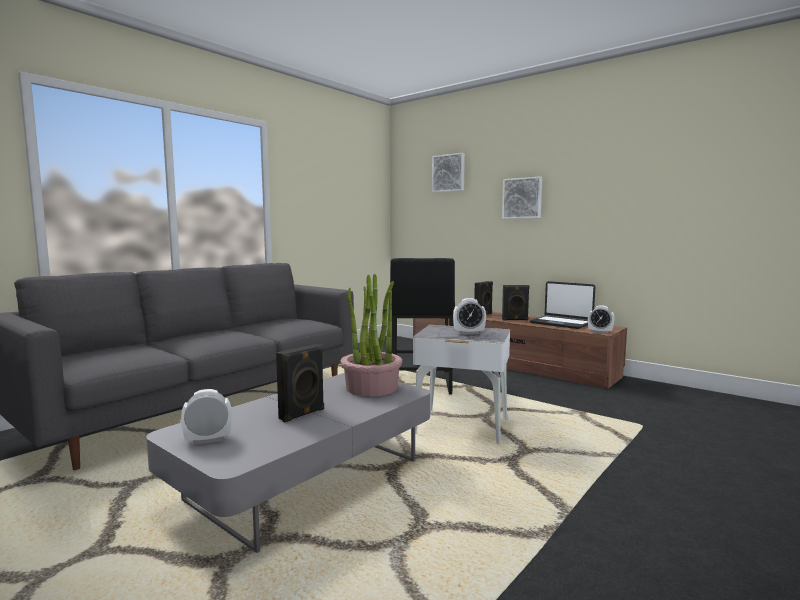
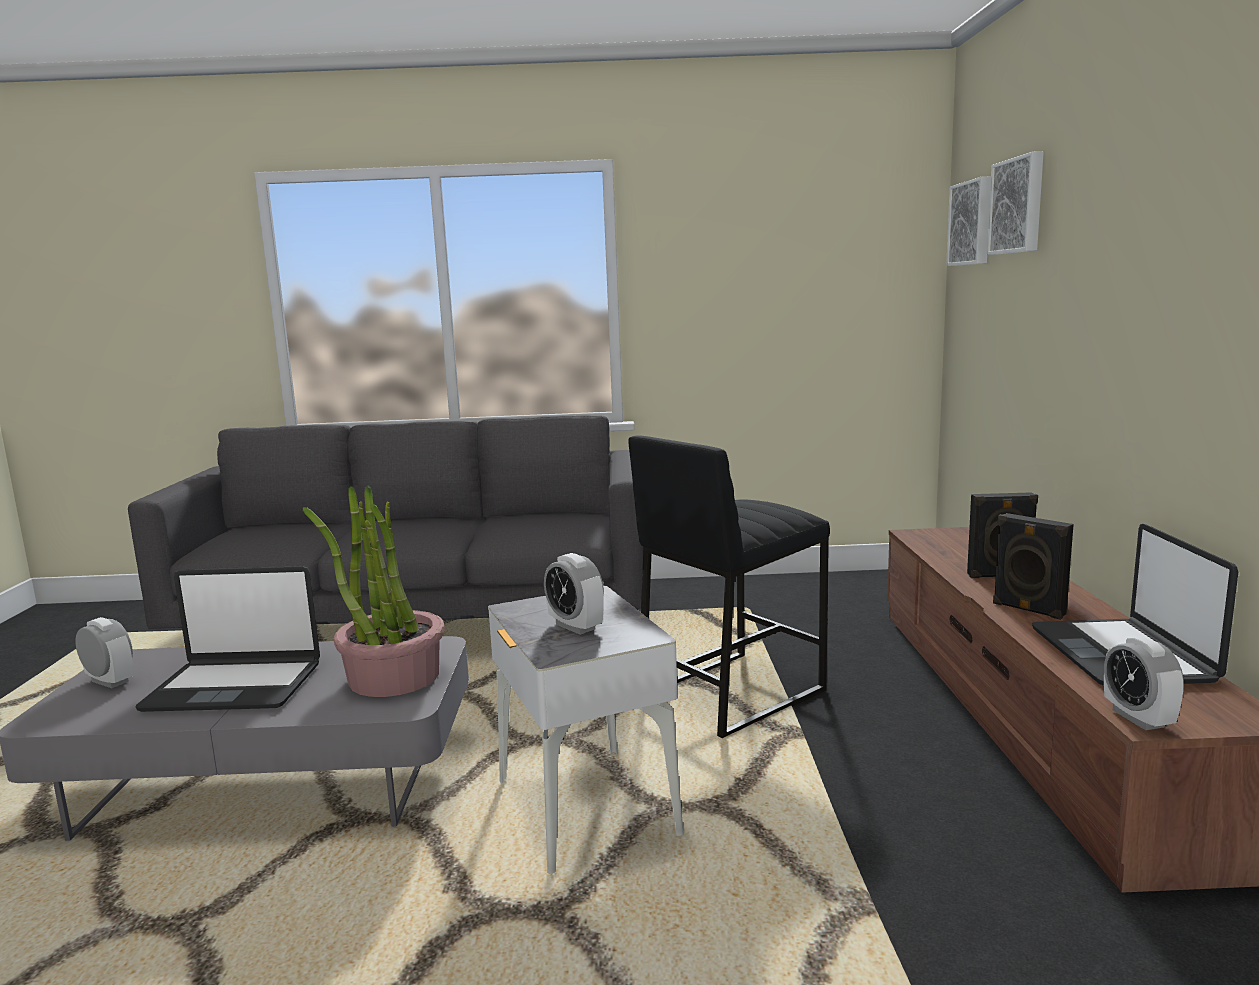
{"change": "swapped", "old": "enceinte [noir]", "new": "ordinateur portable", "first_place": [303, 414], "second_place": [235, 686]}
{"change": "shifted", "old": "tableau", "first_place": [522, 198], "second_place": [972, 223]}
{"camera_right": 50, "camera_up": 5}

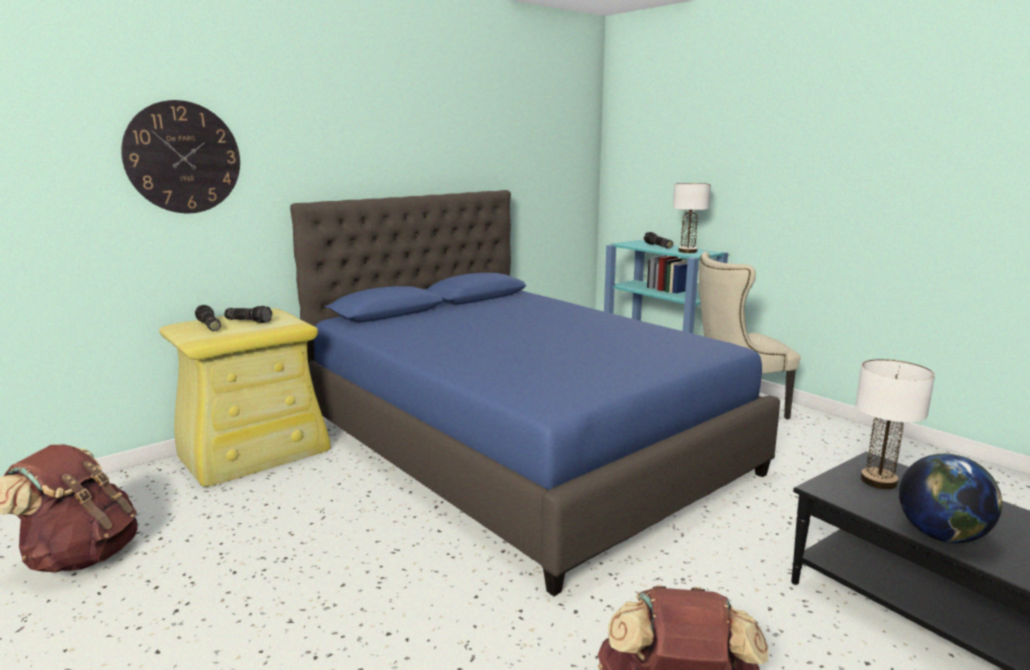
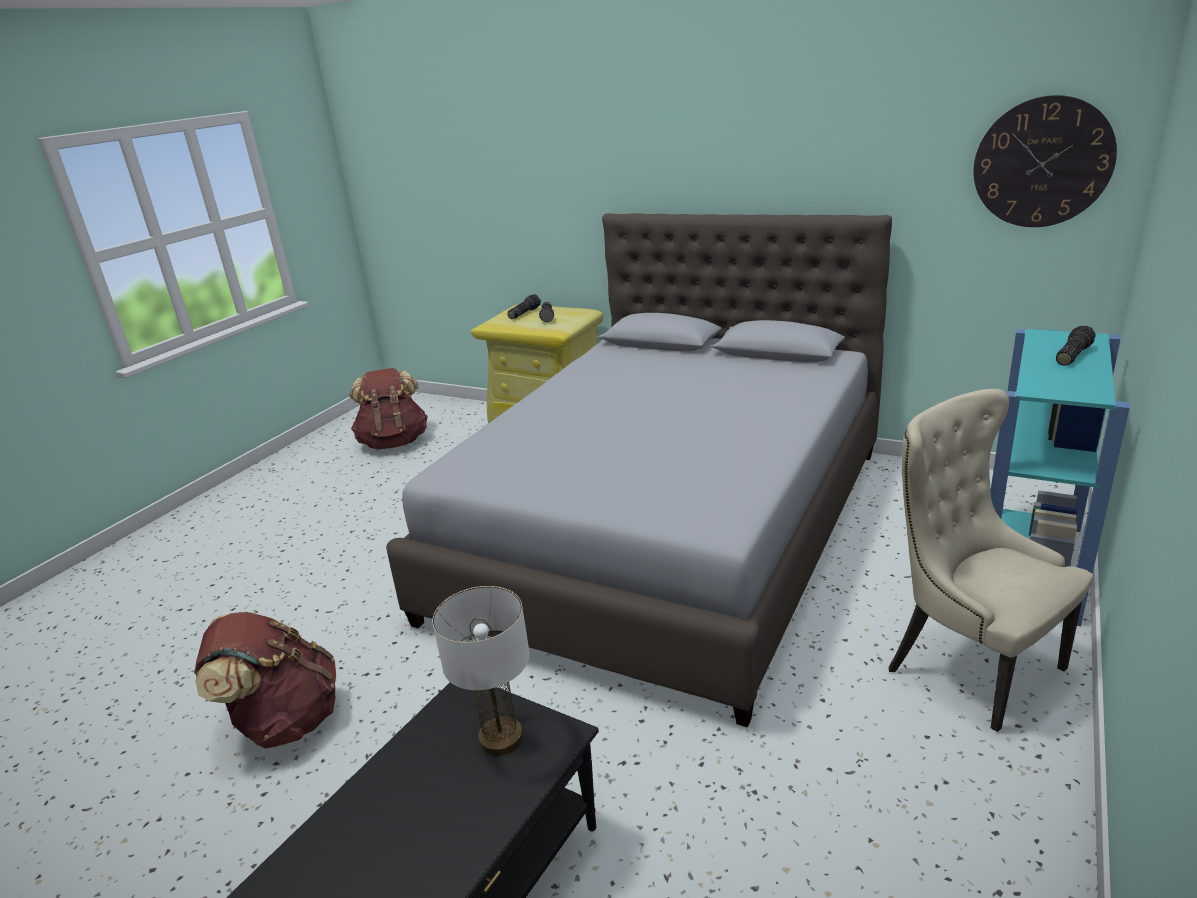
{"change": "repainted", "old": "lit [bleu]", "new": "lit [gris]", "first_place": [519, 445], "second_place": [670, 530]}
{"change": "shifted", "old": "horloge murale", "first_place": [183, 157], "second_place": [1042, 163]}
{"change": "gone", "old": "lampe de table", "first_place": [687, 251]}
{"change": "gone", "old": "globe", "first_place": [941, 535]}
{"camera_right": 70, "camera_up": 10}

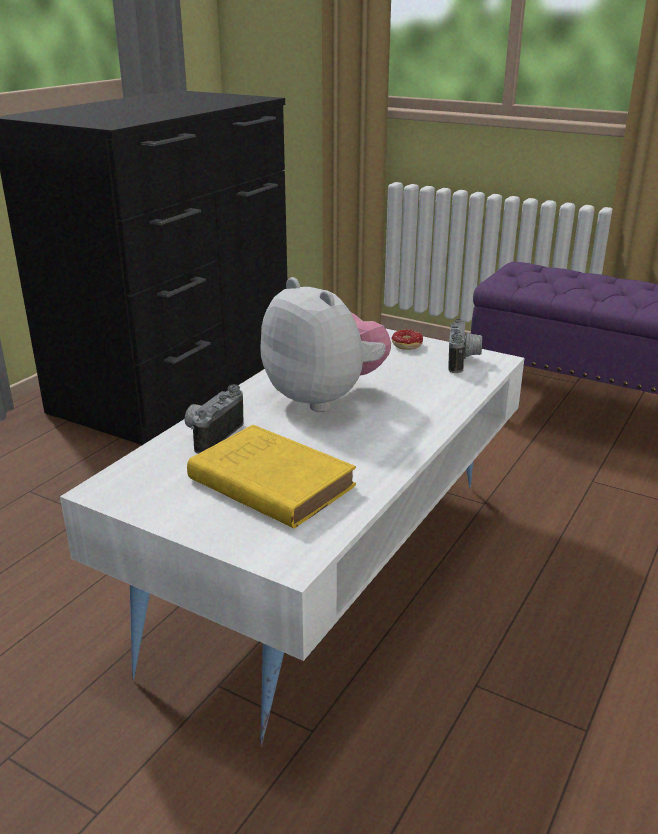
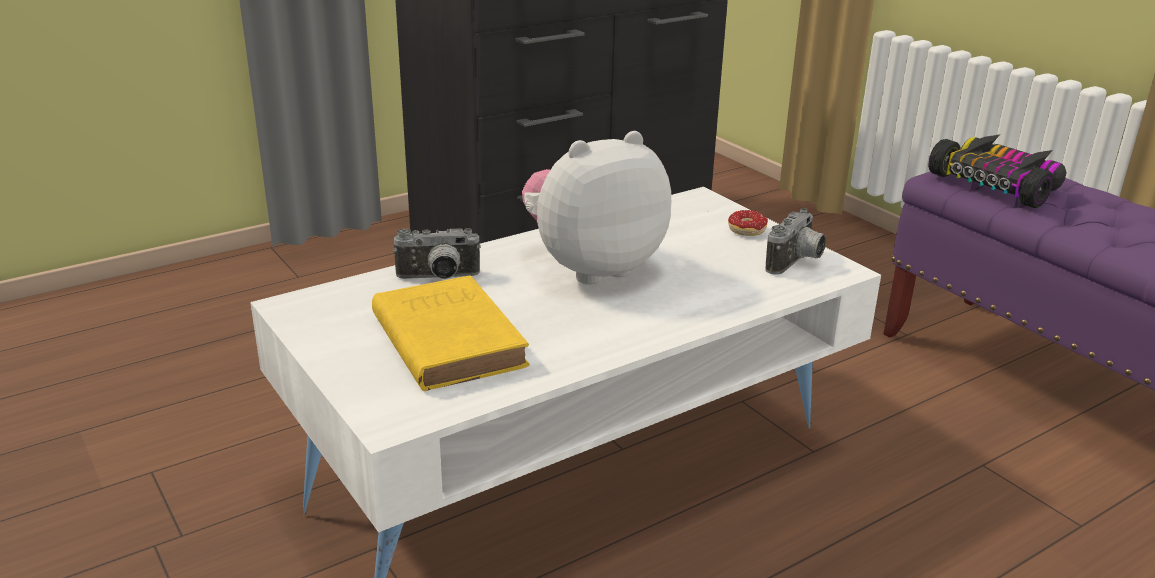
{"change": "rotated", "old": "appareil photo", "first_place": [211, 435], "second_place": [438, 279], "degrees": -150}
{"change": "rotated", "old": "peluche", "first_place": [324, 398], "second_place": [592, 267], "degrees": -105}
{"change": "new", "new": "petite voiture", "second_place": [996, 185]}
{"camera_right": 25, "camera_up": 0}

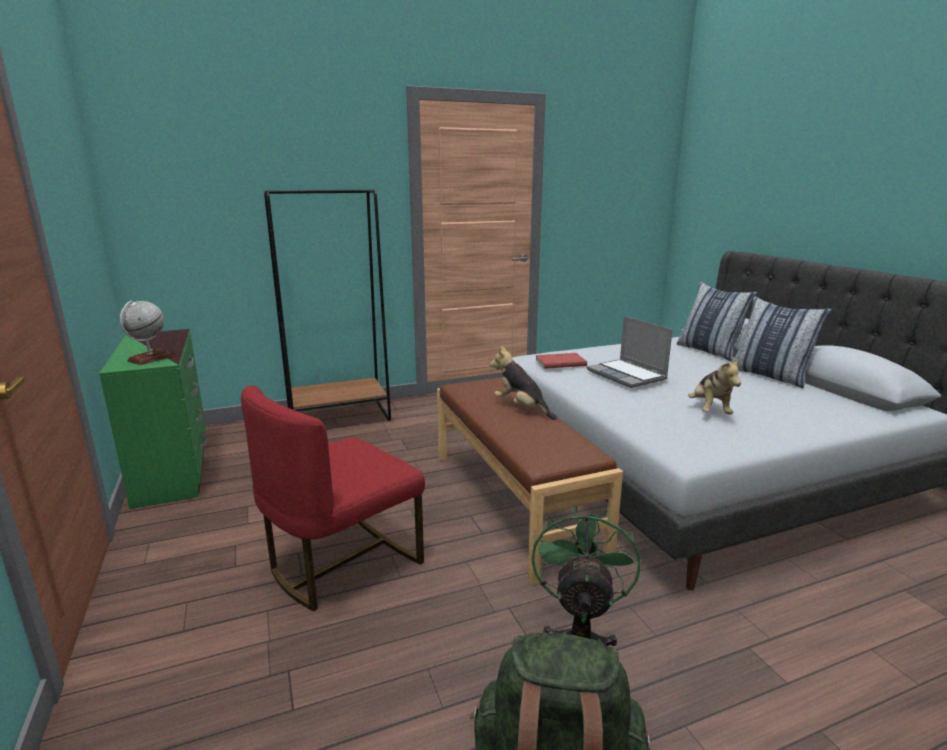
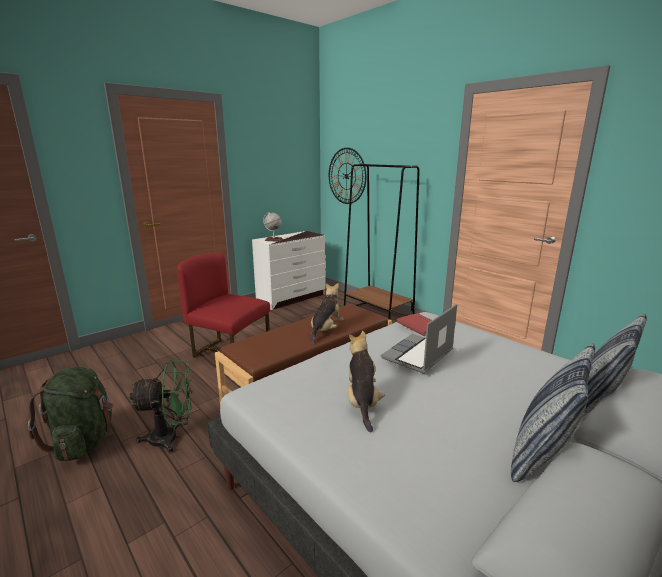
{"change": "repainted", "old": "commode [vert]", "new": "commode [blanc]", "first_place": [174, 469], "second_place": [292, 298]}
{"change": "new", "new": "horloge murale", "second_place": [346, 176]}
{"change": "rotated", "old": "peluche", "first_place": [709, 411], "second_place": [362, 402], "degrees": 105}
{"camera_right": 70, "camera_up": 0}

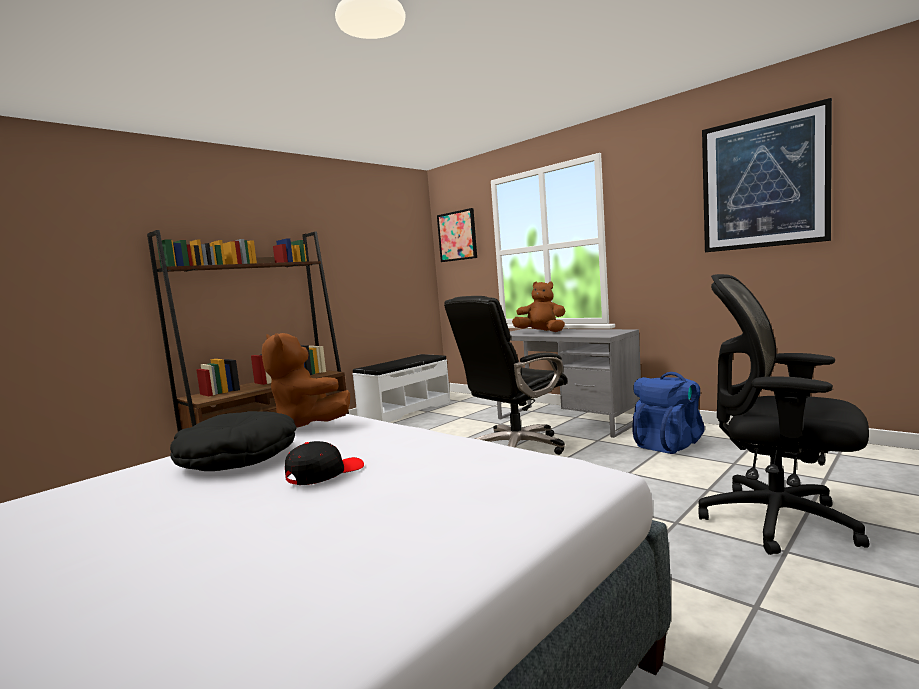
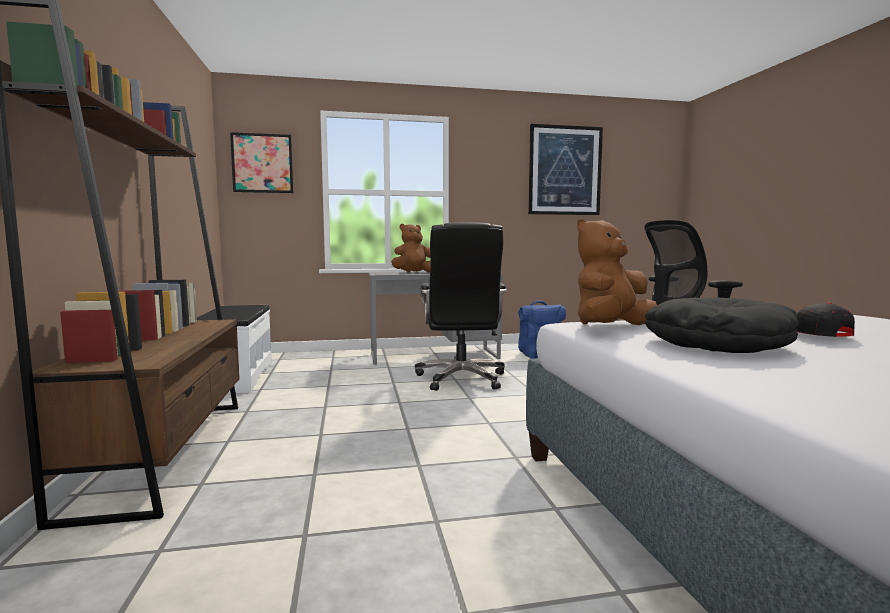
{"change": "rotated", "old": "peluche [marron]", "first_place": [307, 426], "second_place": [611, 328], "degrees": 150}
{"camera_right": -55, "camera_up": 0}

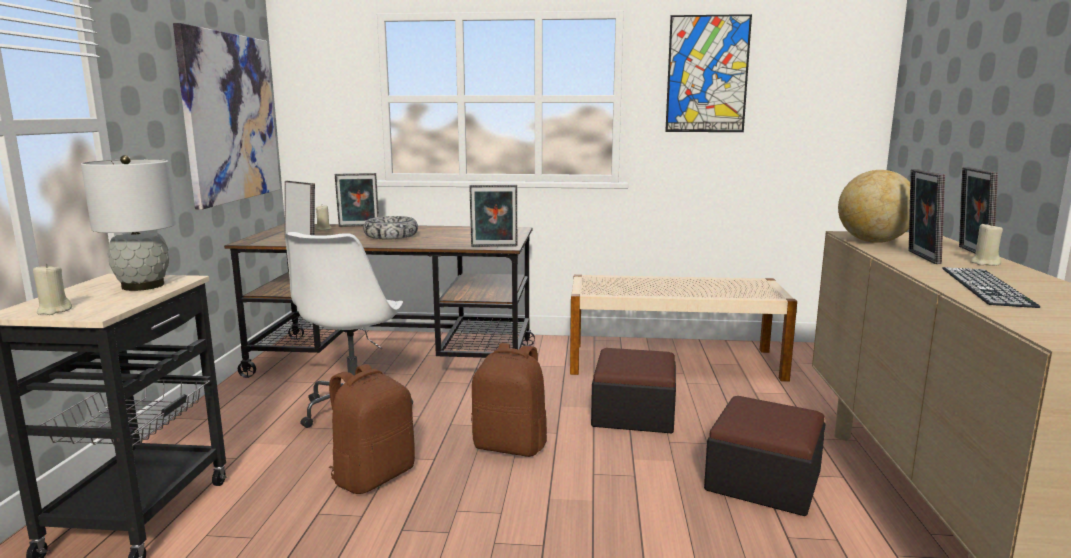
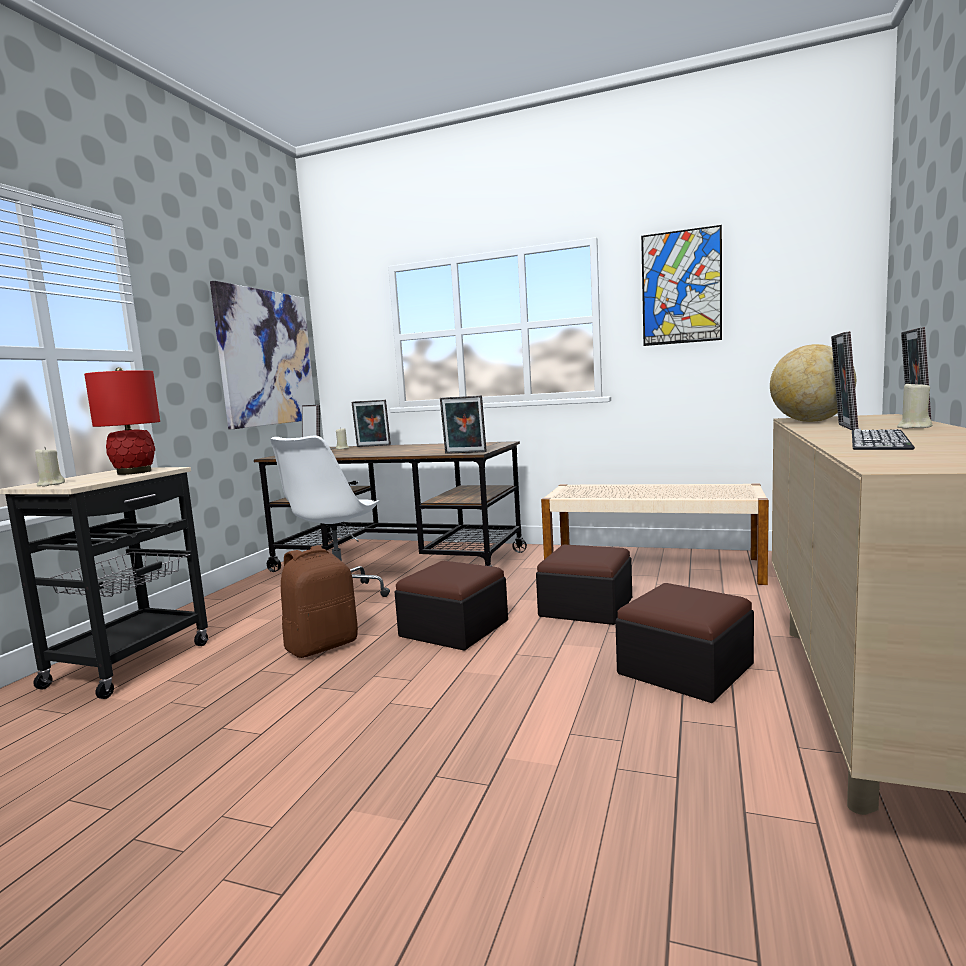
{"change": "repainted", "old": "lampe de table [blanc]", "new": "lampe de table [rouge]", "first_place": [143, 286], "second_place": [134, 472]}
{"change": "swapped", "old": "sac à dos [marron]", "new": "pouf", "first_place": [511, 446], "second_place": [454, 628]}
{"change": "gone", "old": "bol", "first_place": [391, 236]}
{"camera_right": 15, "camera_up": -5}

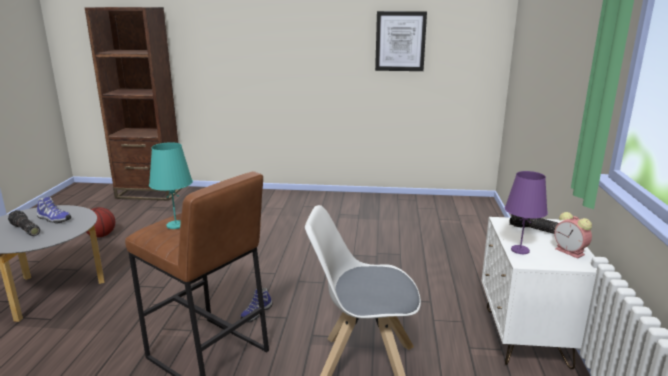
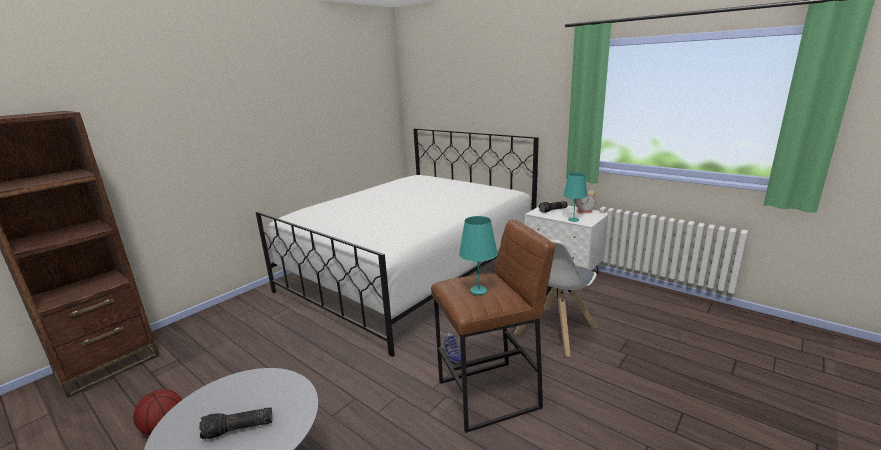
{"change": "new", "new": "lit [blanc]", "second_place": [411, 272]}
{"change": "repainted", "old": "lampe de table [violet]", "new": "lampe de table [turquoise]", "first_place": [520, 250], "second_place": [573, 219]}
{"change": "gone", "old": "chaussure", "first_place": [53, 219]}
{"change": "gone", "old": "tableau", "first_place": [400, 41]}
{"camera_right": -55, "camera_up": 0}

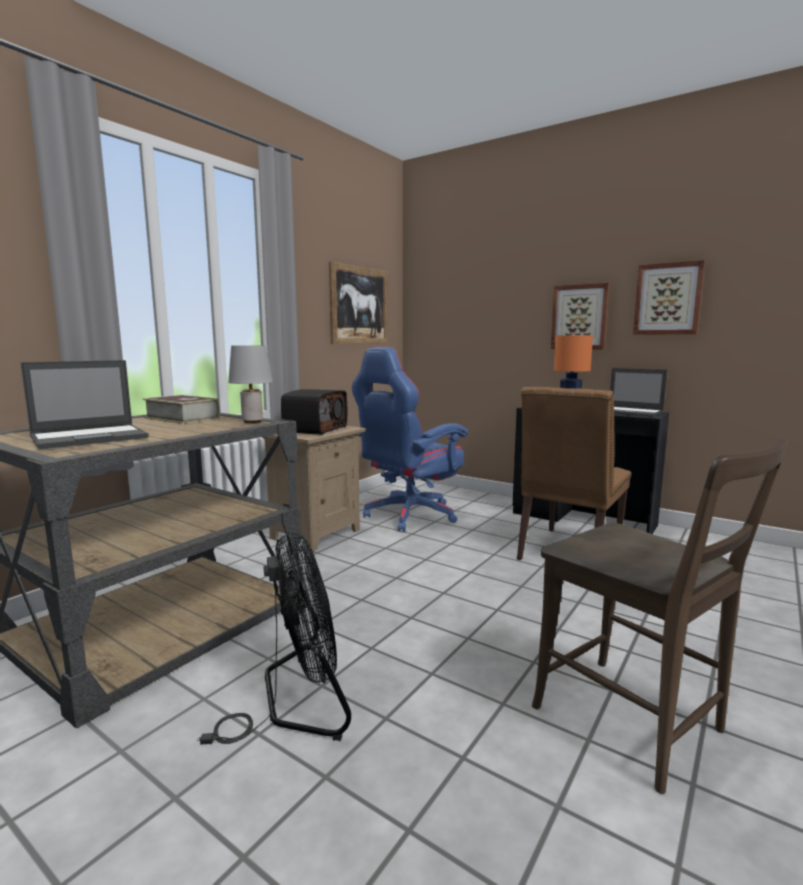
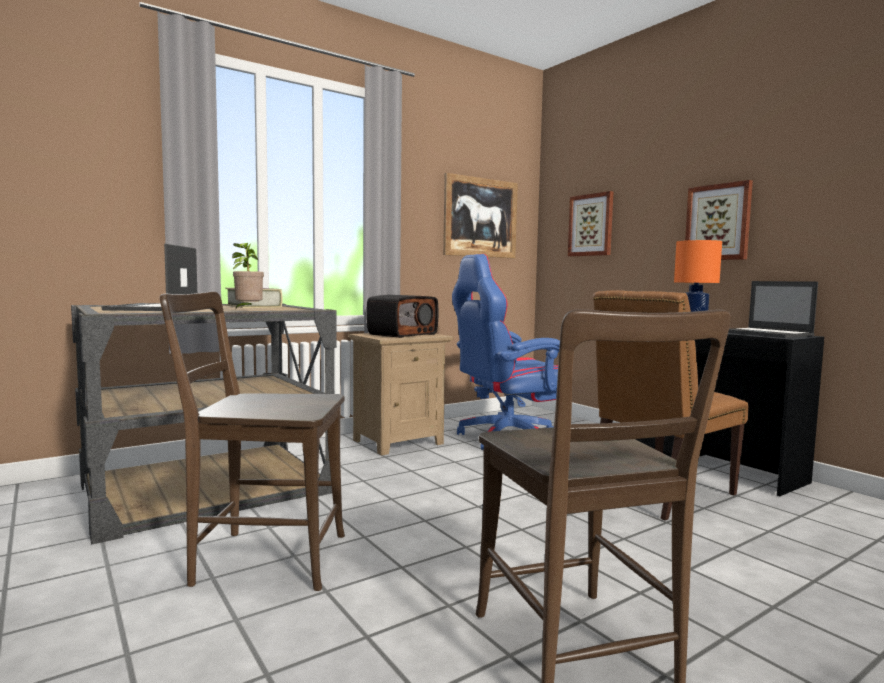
{"change": "rotated", "old": "ordinateur portable", "first_place": [91, 437], "second_place": [153, 308], "degrees": 105}
{"change": "swapped", "old": "ventilateur [noir]", "new": "chaise [marron]", "first_place": [293, 697], "second_place": [263, 558]}
{"change": "new", "new": "plante en pot", "second_place": [247, 311]}
{"change": "shifted", "old": "tableau", "first_place": [668, 299], "second_place": [591, 225]}
{"change": "gone", "old": "lampe de table [gris]", "first_place": [252, 421]}
{"camera_right": 20, "camera_up": -5}

